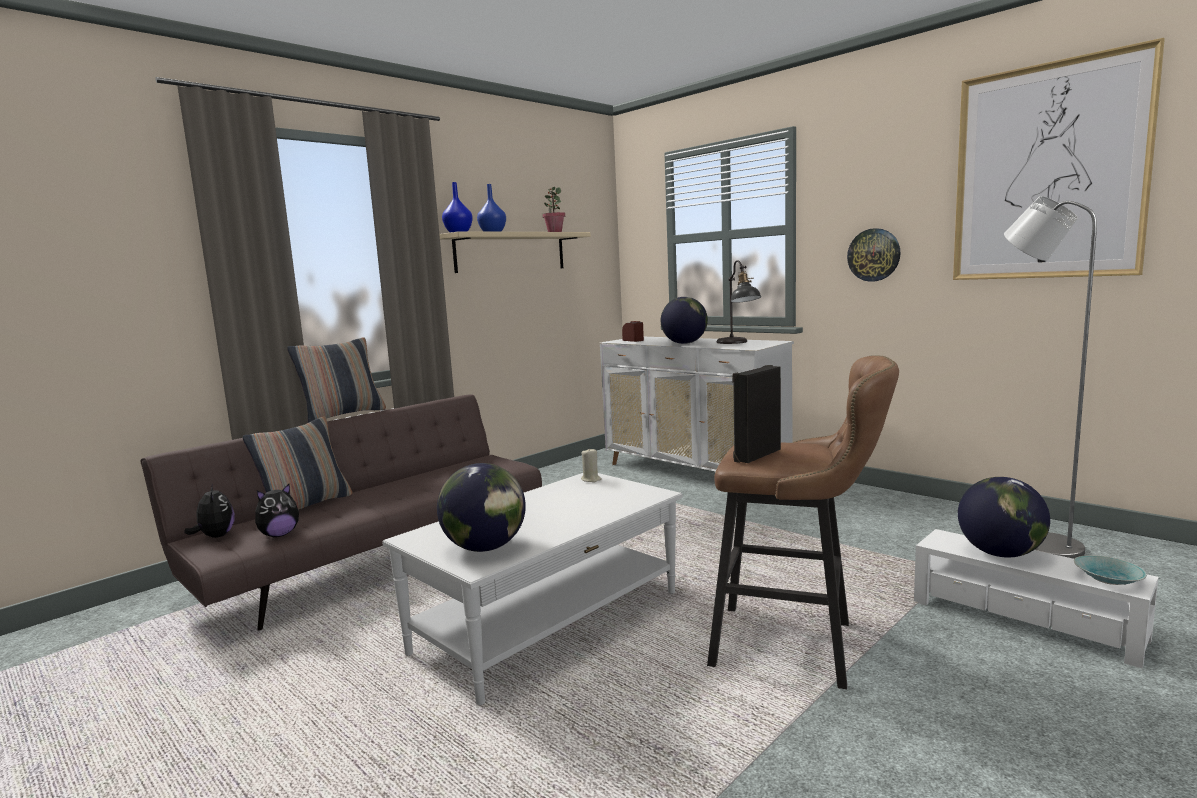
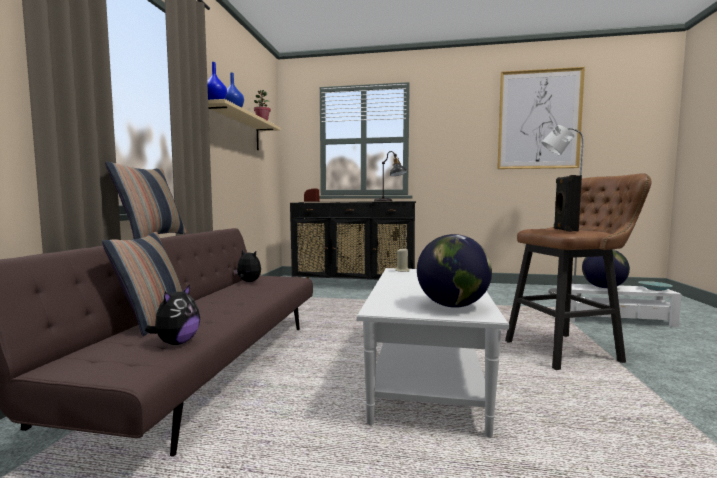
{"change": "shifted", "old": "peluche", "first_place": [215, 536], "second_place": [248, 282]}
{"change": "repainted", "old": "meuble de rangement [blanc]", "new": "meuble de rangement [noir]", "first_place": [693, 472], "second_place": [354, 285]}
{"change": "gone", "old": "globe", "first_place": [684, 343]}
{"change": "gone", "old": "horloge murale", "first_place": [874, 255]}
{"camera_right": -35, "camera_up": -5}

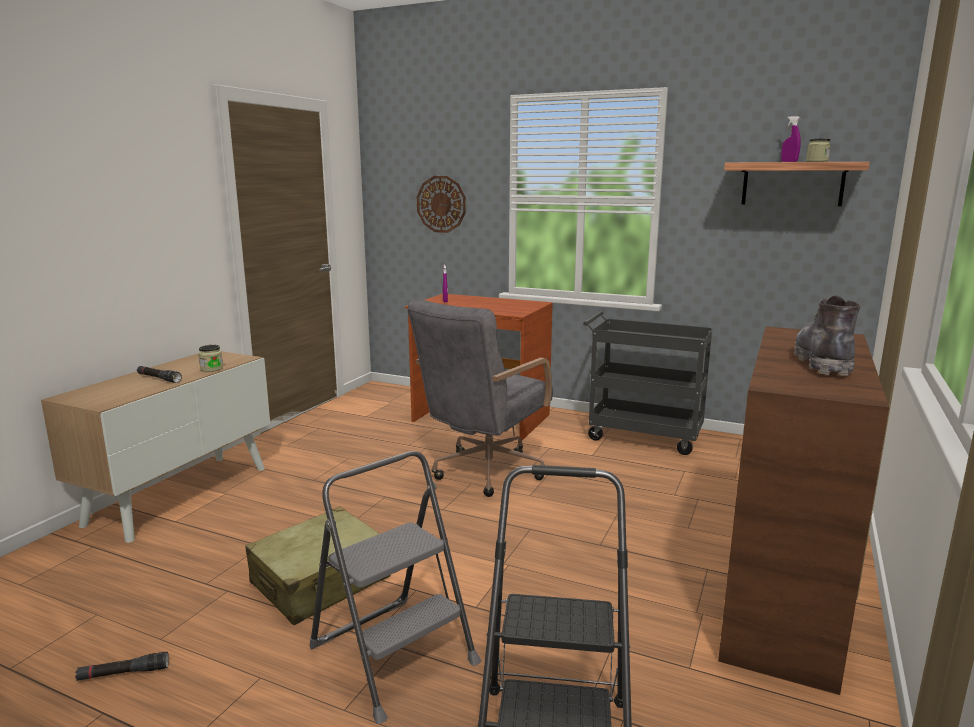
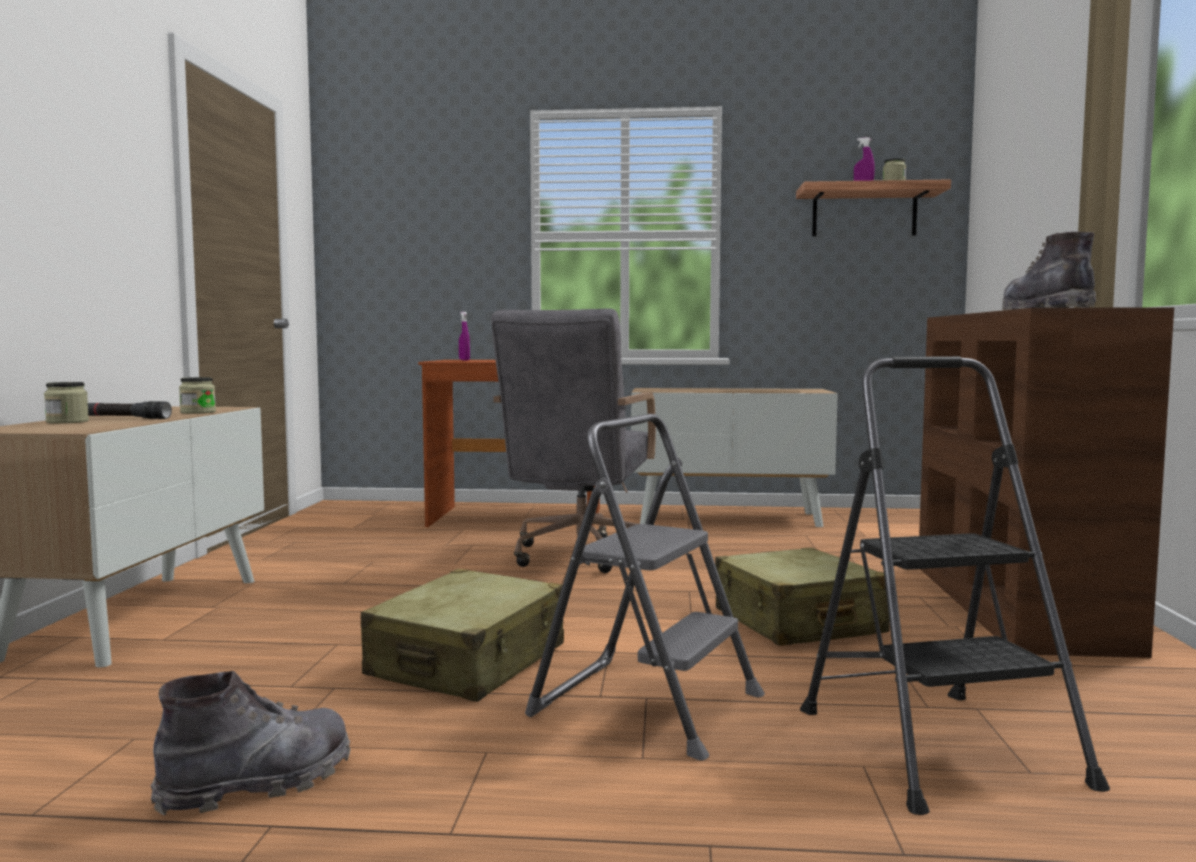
{"change": "new", "new": "bocal", "second_place": [67, 422]}
{"change": "swapped", "old": "lampe de poche [noir]", "new": "botte [gris]", "first_place": [123, 673], "second_place": [258, 784]}
{"change": "swapped", "old": "chariot [gris]", "new": "meuble de rangement", "first_place": [640, 439], "second_place": [729, 518]}
{"change": "new", "new": "valise [beige]", "second_place": [797, 622]}
{"change": "gone", "old": "horloge murale", "first_place": [441, 204]}
{"camera_right": -20, "camera_up": -10}

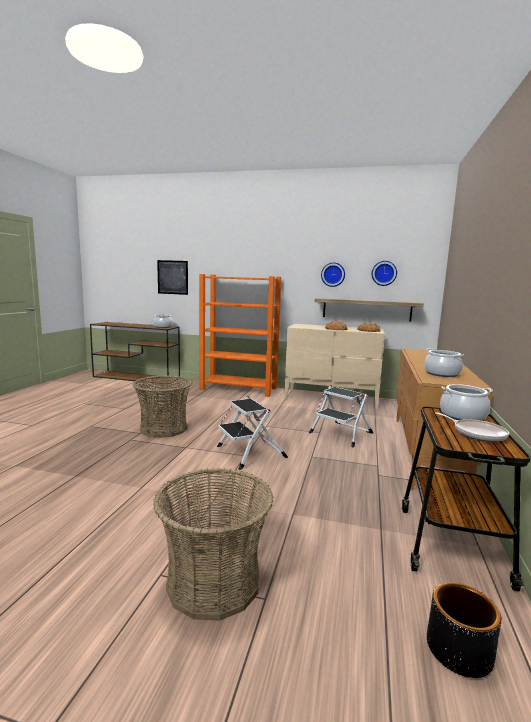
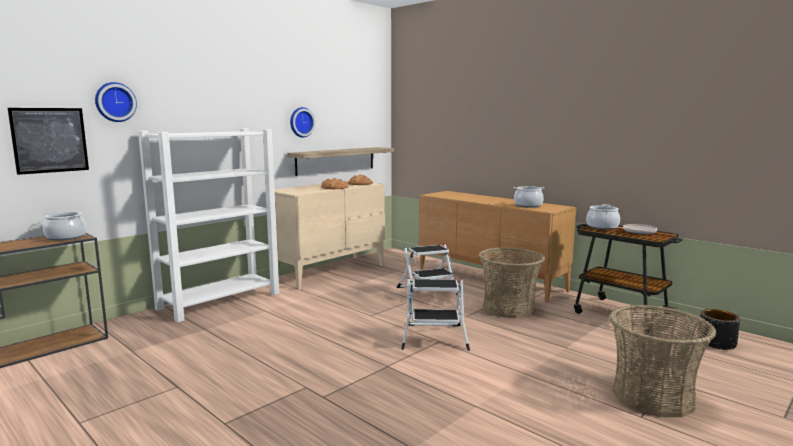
{"change": "shifted", "old": "horloge murale", "first_place": [384, 273], "second_place": [115, 102]}
{"change": "repainted", "old": "bibliothèque [orange]", "new": "bibliothèque [blanc]", "first_place": [238, 389], "second_place": [219, 301]}
{"change": "shifted", "old": "panier", "first_place": [163, 428], "second_place": [509, 308]}
{"camera_right": -60, "camera_up": 0}

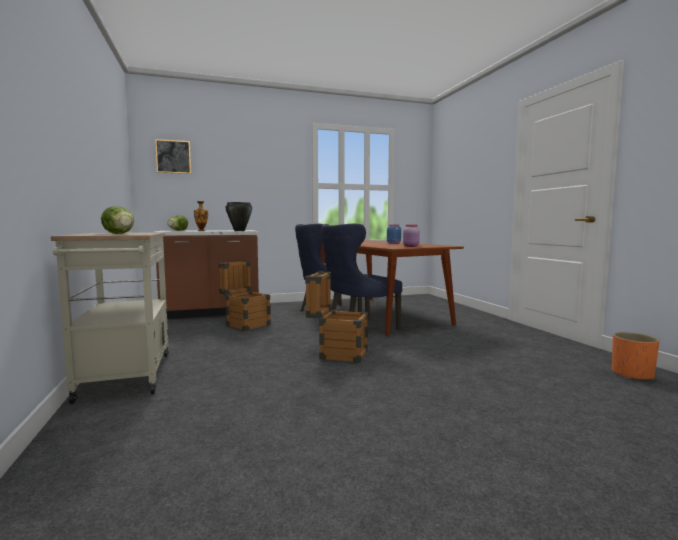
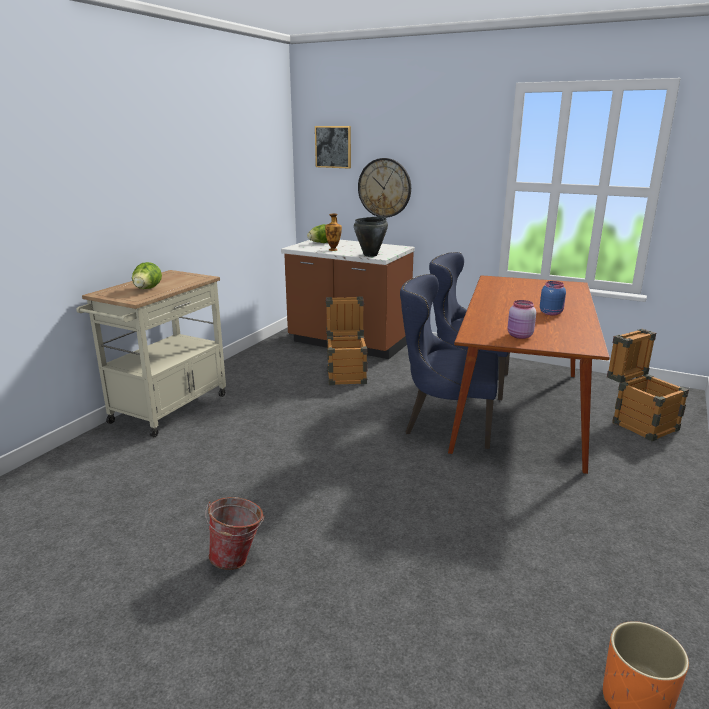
{"change": "new", "new": "seau", "second_place": [238, 559]}
{"change": "new", "new": "horloge murale", "second_place": [384, 188]}
{"change": "shifted", "old": "caisse", "first_place": [337, 354], "second_place": [638, 423]}
{"camera_right": 45, "camera_up": 15}

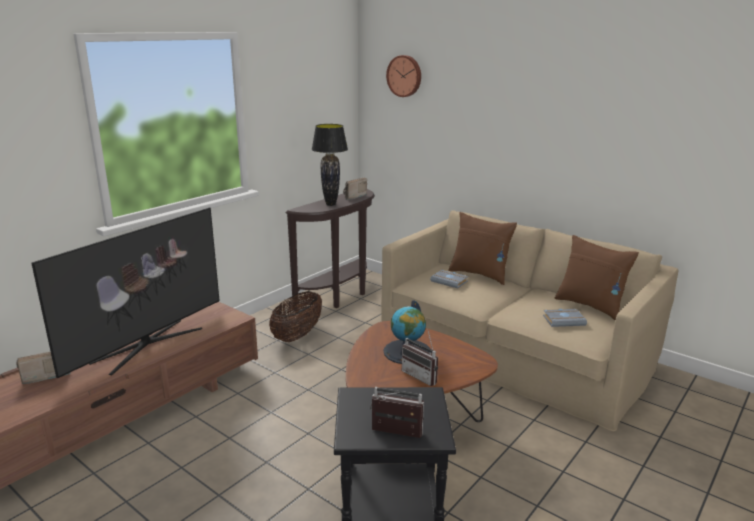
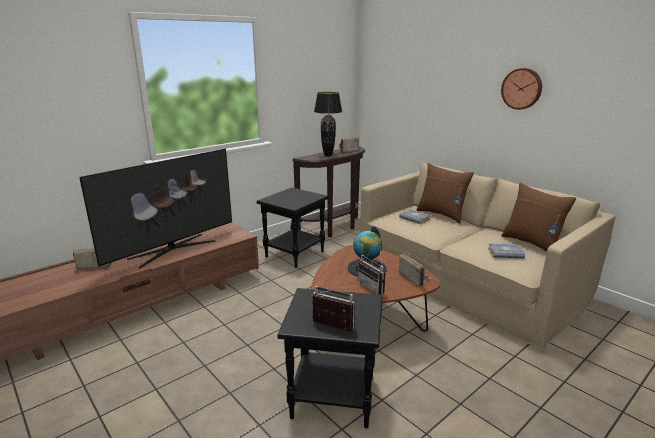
{"change": "swapped", "old": "panier", "new": "table d'appoint [noir]", "first_place": [297, 335], "second_place": [295, 254]}
{"change": "new", "new": "radio", "second_place": [414, 278]}
{"change": "shifted", "old": "horloge murale", "first_place": [405, 76], "second_place": [522, 88]}
{"camera_right": 10, "camera_up": 0}

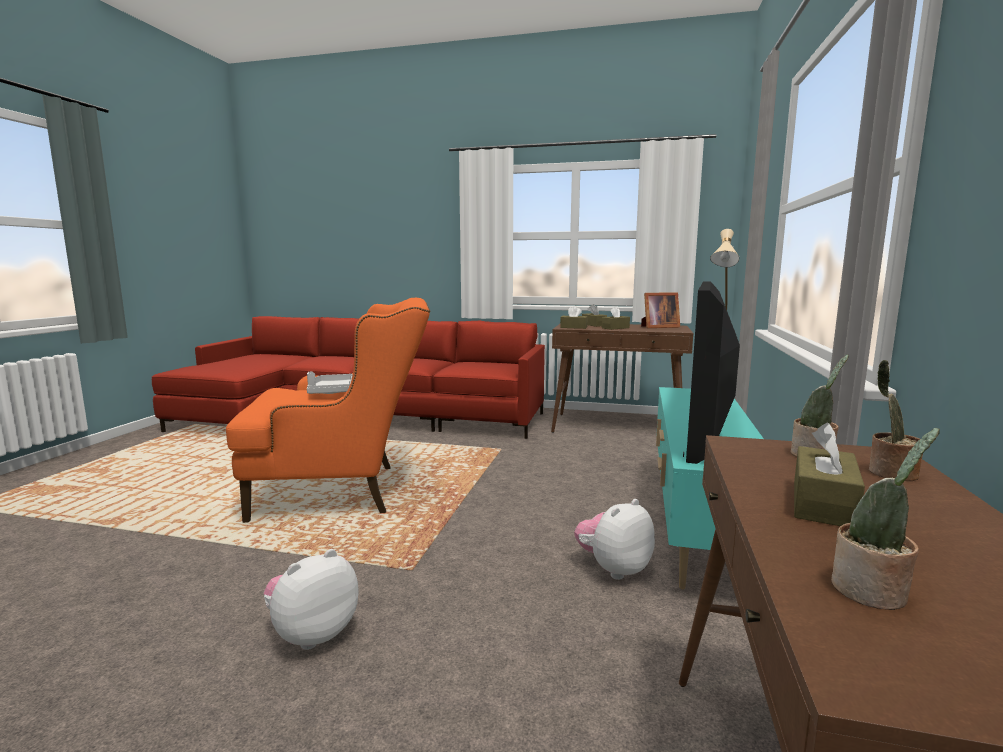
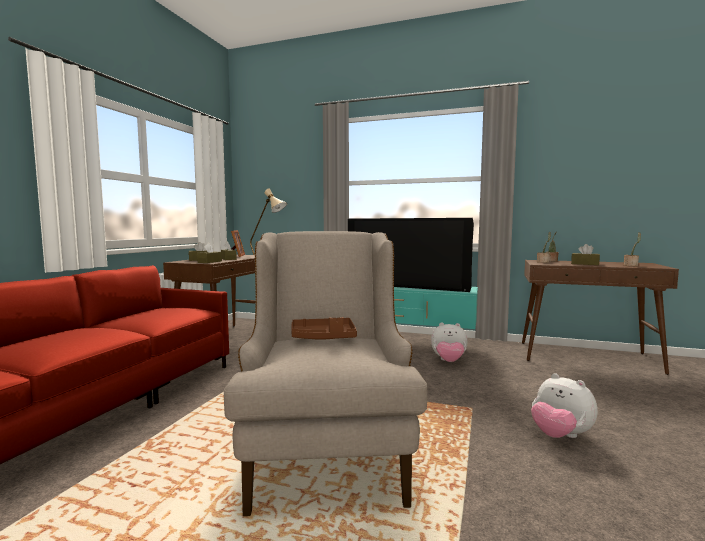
{"change": "repainted", "old": "fauteuil [orange]", "new": "fauteuil [beige]", "first_place": [344, 491], "second_place": [327, 448]}
{"change": "repainted", "old": "plateau [gris]", "new": "plateau [marron]", "first_place": [331, 392], "second_place": [323, 338]}
{"change": "rotated", "old": "peluche", "first_place": [613, 569], "second_place": [448, 361], "degrees": -45}
{"camera_right": -85, "camera_up": -5}

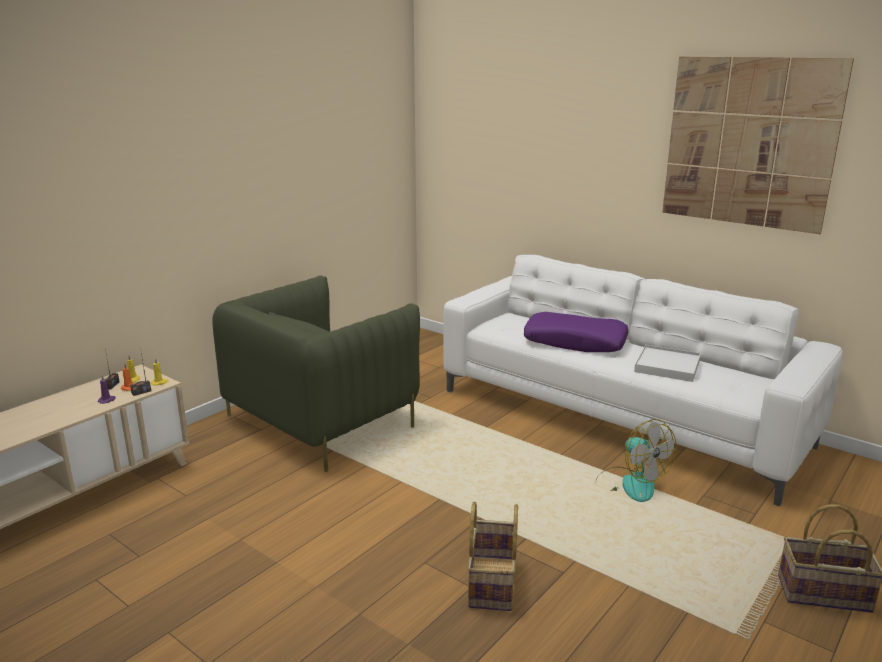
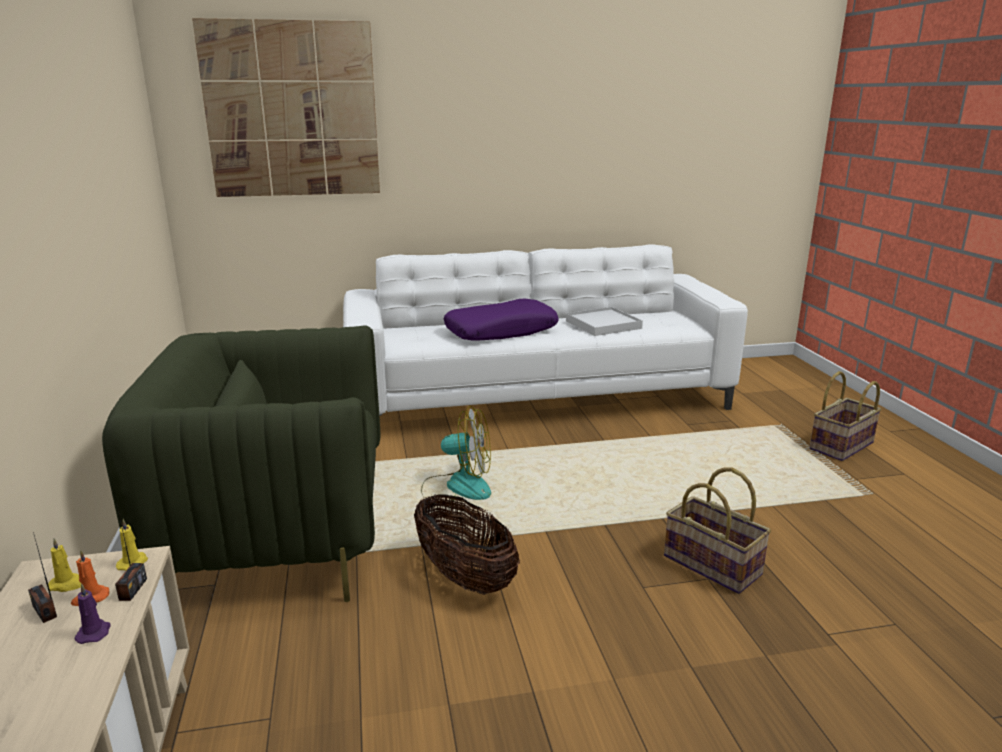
{"change": "rotated", "old": "fauteuil [vert]", "first_place": [321, 420], "second_place": [277, 533], "degrees": 90}
{"change": "shifted", "old": "tableau", "first_place": [749, 143], "second_place": [292, 110]}
{"change": "new", "new": "panier", "second_place": [465, 577]}
{"change": "shifted", "old": "ventilateur", "first_place": [630, 484], "second_place": [457, 488]}
{"camera_right": -50, "camera_up": 0}

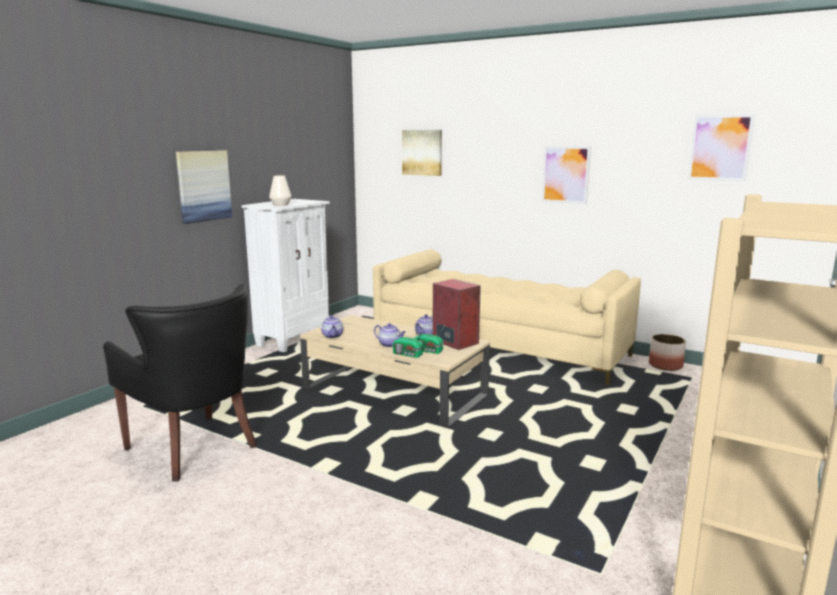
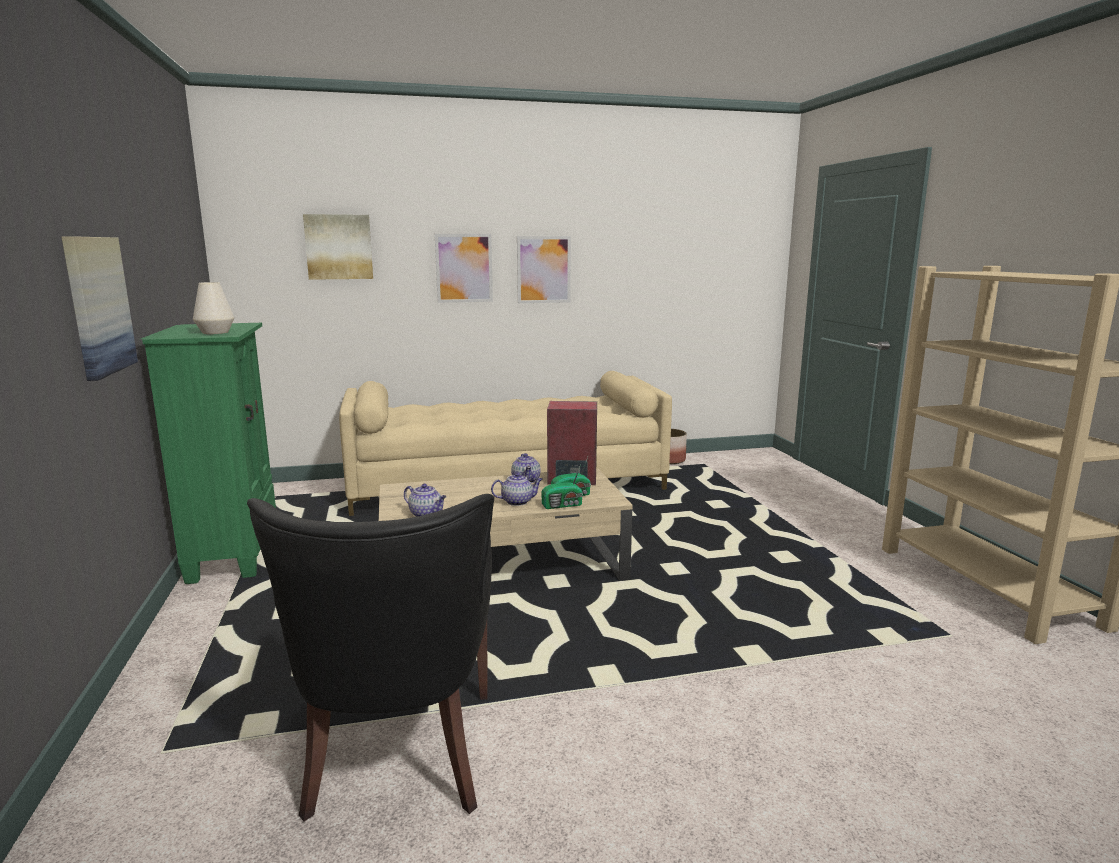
{"change": "repainted", "old": "meuble de rangement [blanc]", "new": "meuble de rangement [vert]", "first_place": [293, 340], "second_place": [235, 557]}
{"change": "rotated", "old": "fauteuil [noir]", "first_place": [194, 449], "second_place": [400, 755], "degrees": 90}
{"change": "shifted", "old": "tableau", "first_place": [720, 147], "second_place": [464, 268]}
{"camera_right": -45, "camera_up": 0}

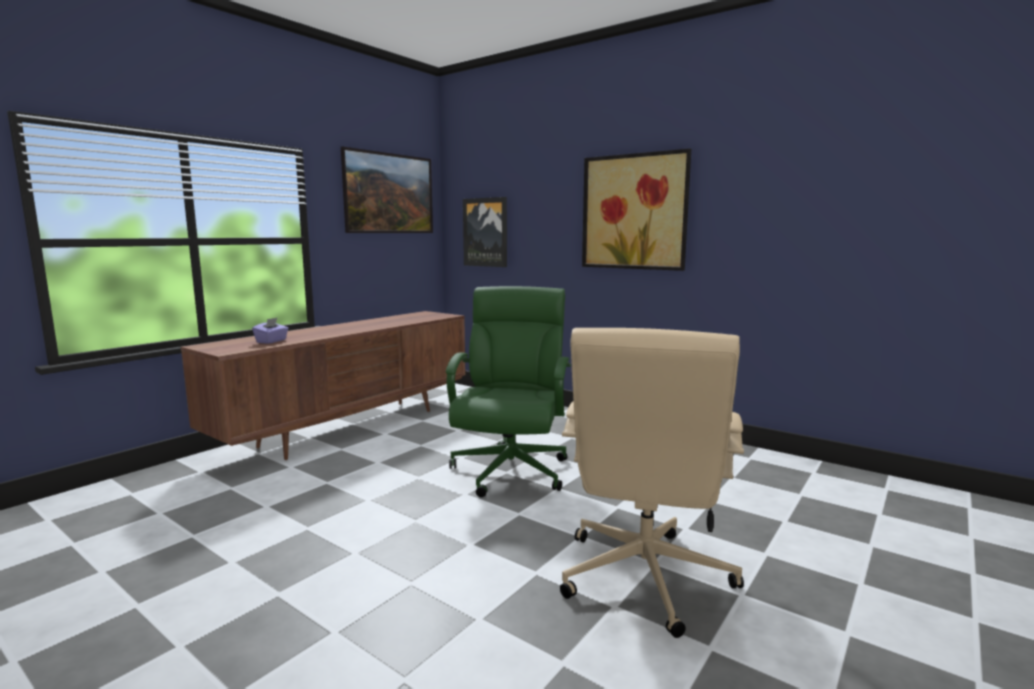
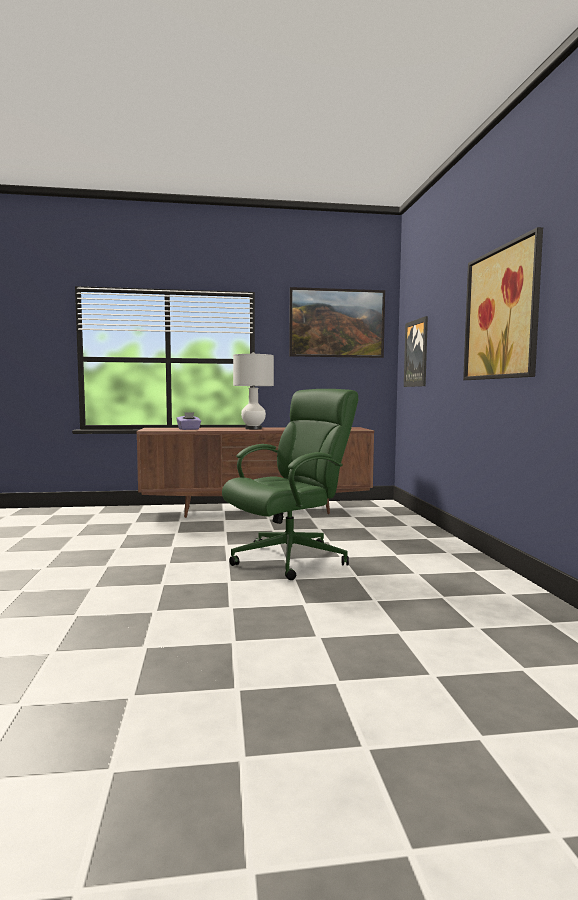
{"change": "new", "new": "lampe de table [blanc]", "second_place": [253, 428]}
{"change": "gone", "old": "chaise de bureau [beige]", "first_place": [645, 574]}
{"camera_right": 45, "camera_up": -5}

